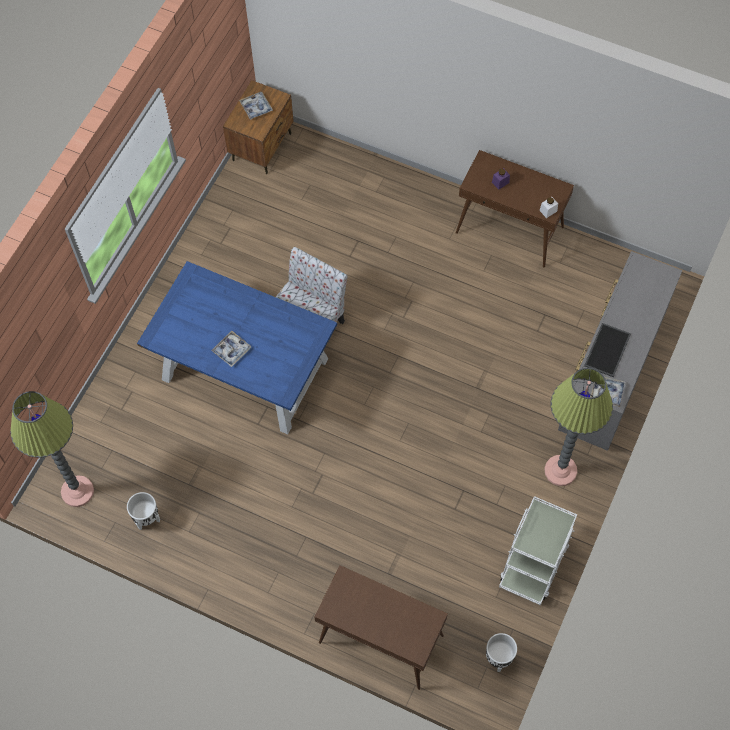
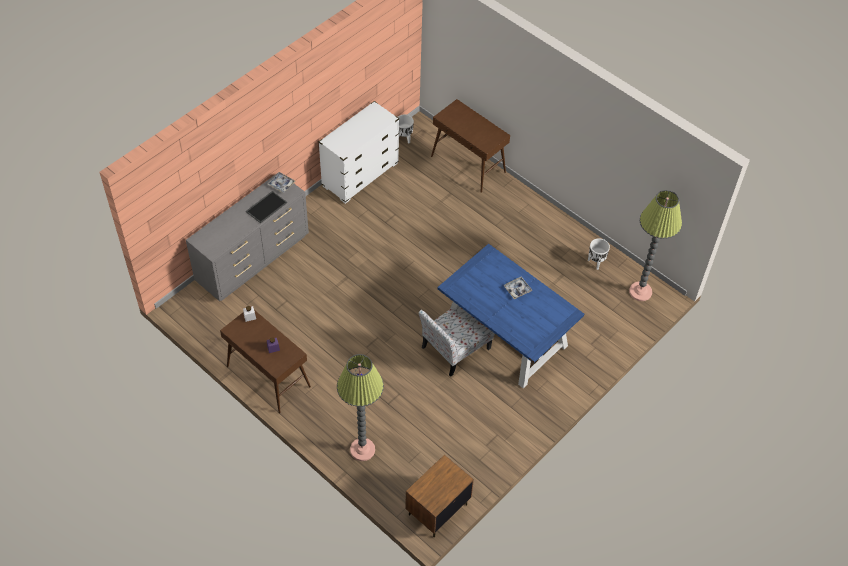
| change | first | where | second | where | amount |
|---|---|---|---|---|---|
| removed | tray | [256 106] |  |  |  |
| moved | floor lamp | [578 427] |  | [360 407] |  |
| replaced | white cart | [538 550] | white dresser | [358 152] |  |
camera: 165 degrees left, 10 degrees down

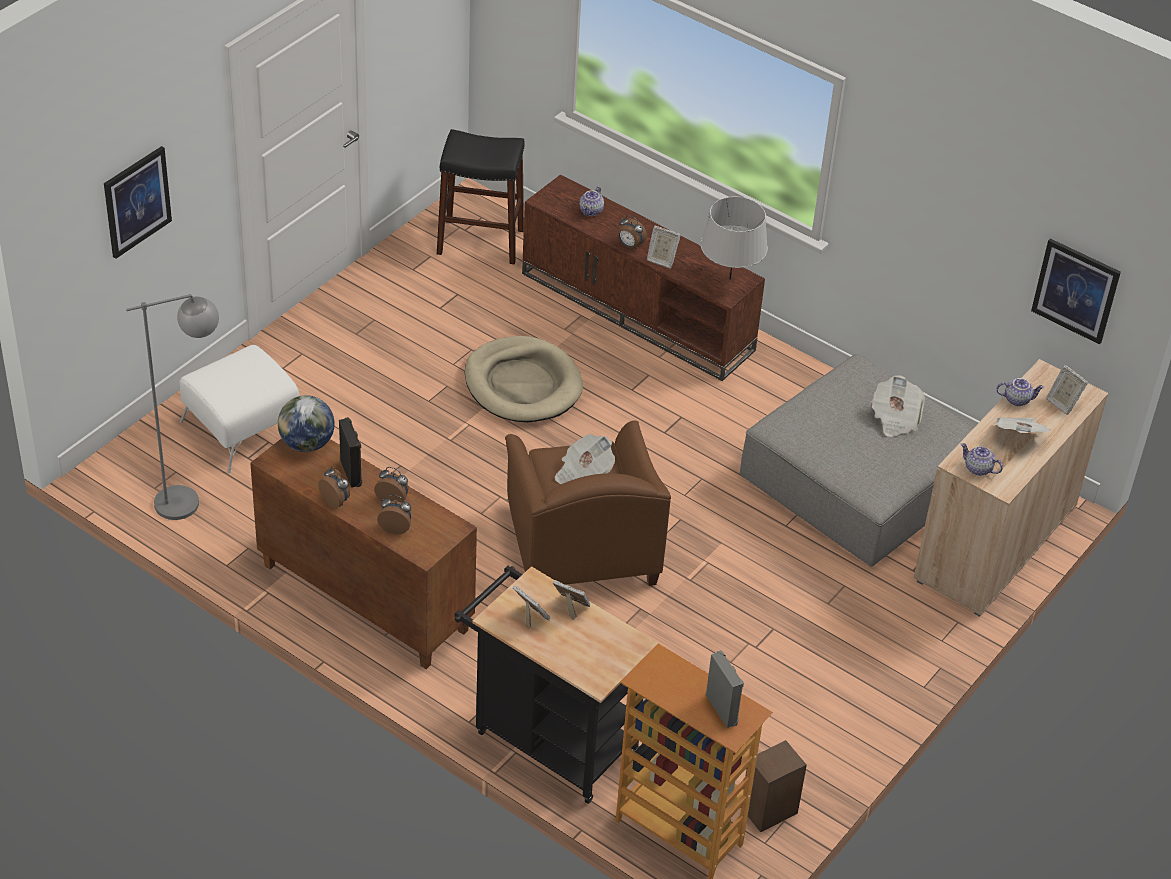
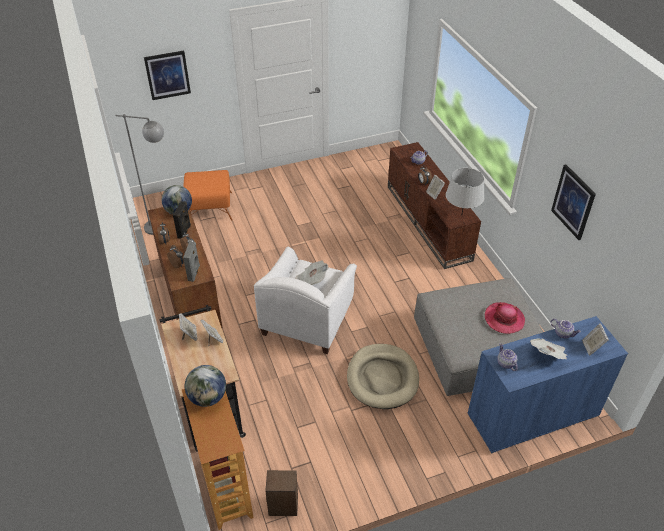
| change | first | where | second | where | amount |
|---|---|---|---|---|---|
| removed | black stool | [481 196] |  |  |  |
| moved | picture | [1076 291] |  | [573 202] |  |
| moved | beige dog bed | [524 379] |  | [383 376] |  |
| recoloured | white ottoman | [239 409] | orange ottoman | [207 195] |  |
| recoloured | beige cabinet | [1011 488] | blue cabinet | [548 385] |  |
| replaced | newspaper | [898 406] | hat | [505 318] |  |
| recoloured | brown armchair | [588 503] | white armchair | [305 300] |  |
| moved | grey speaker | [725 689] |  | [191 261] |  |
| added |  |  | globe | [205 386] |  |
camera: 35 degrees right, 0 degrees up

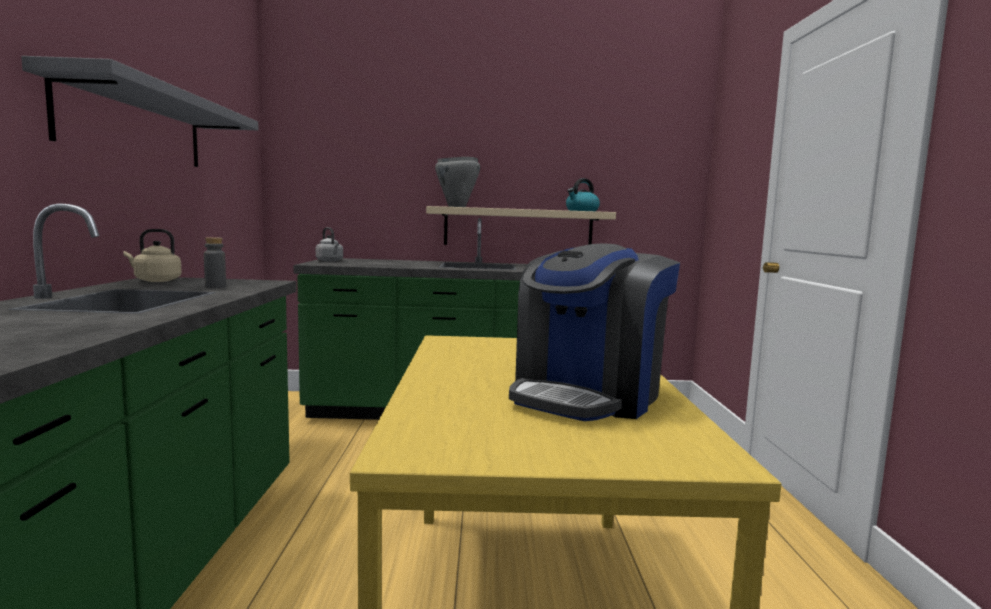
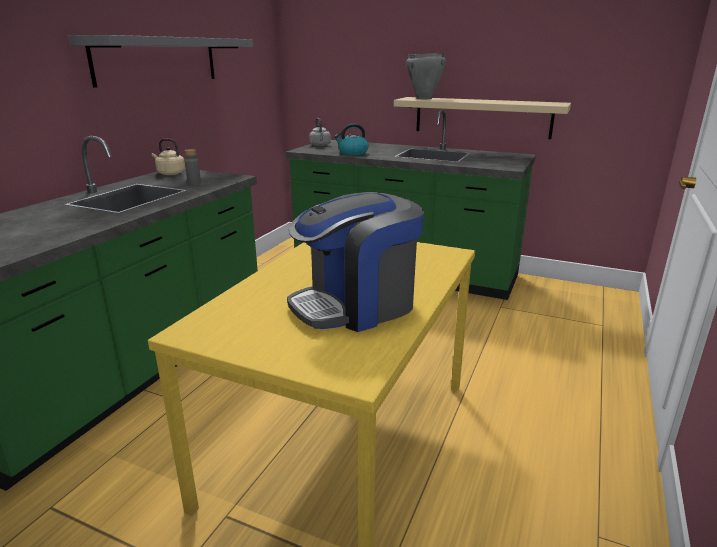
| change | first | where | second | where | amount |
|---|---|---|---|---|---|
| moved | kettle | [583 194] |  | [351 139] |  |
camera: 25 degrees right, 15 degrees up

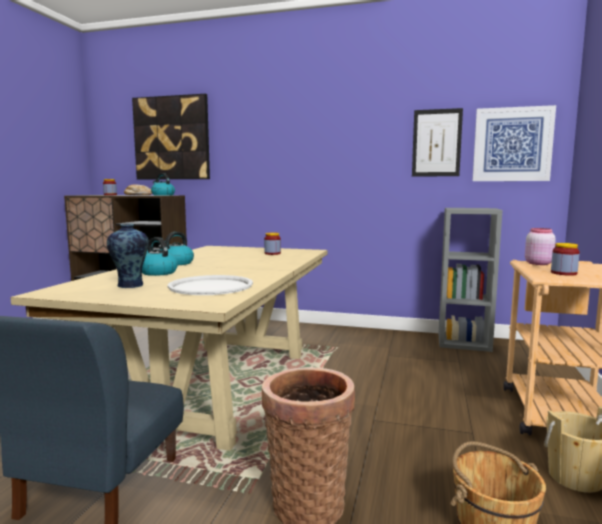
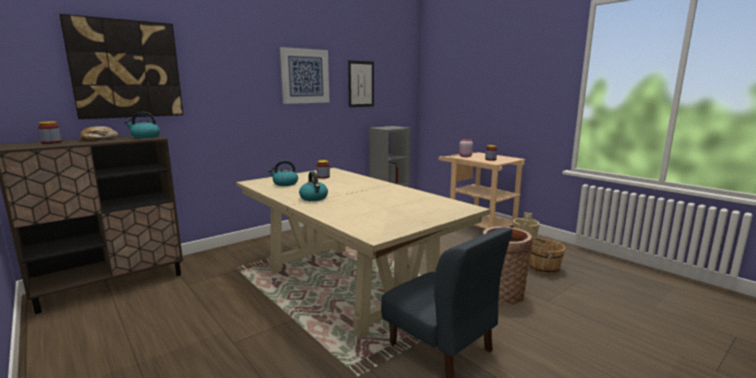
| change | first | where | second | where | amount |
|---|---|---|---|---|---|
| moved | picture | [514 143] |  | [304 75] |  |
| removed | vase | [128 256] |  |  |  |
| moved | kettle | [160 256] |  | [283 173] |  |
| removed | white tray | [210 285] |  |  |  |
camera: 55 degrees left, 5 degrees up

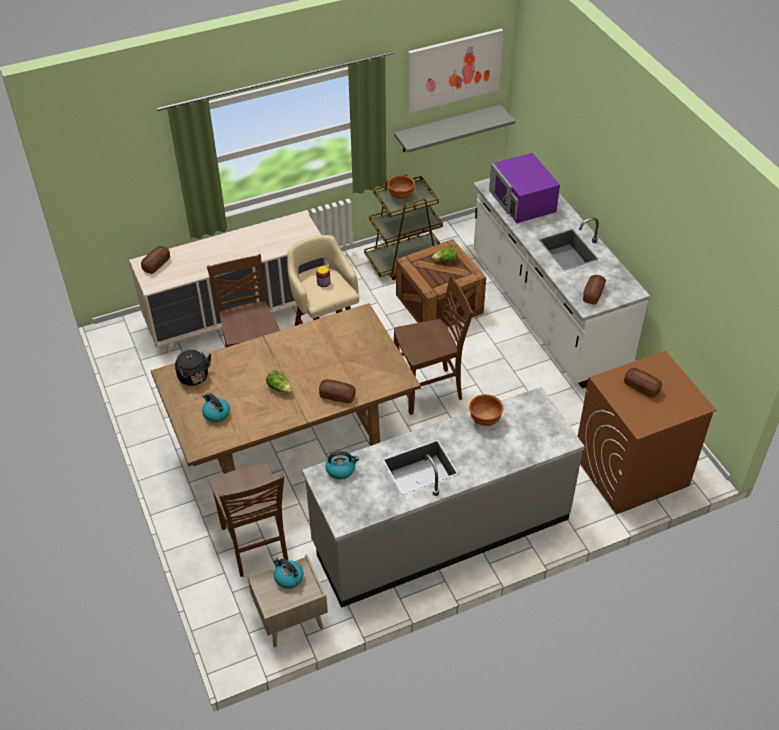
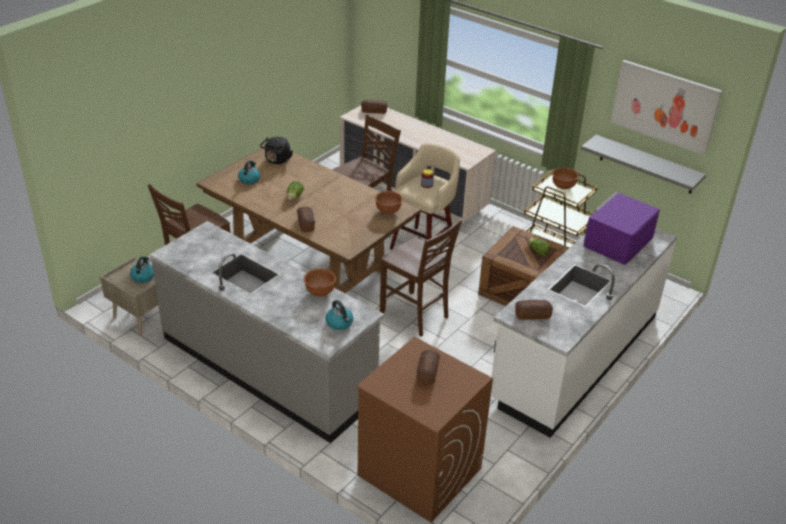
| change | first | where | second | where | amount |
|---|---|---|---|---|---|
| moved | kettle | [342 465] |  | [339 315] |  |
| added |  |  | brown bowl | [389 202] |  |
camera: 60 degrees right, 10 degrees down

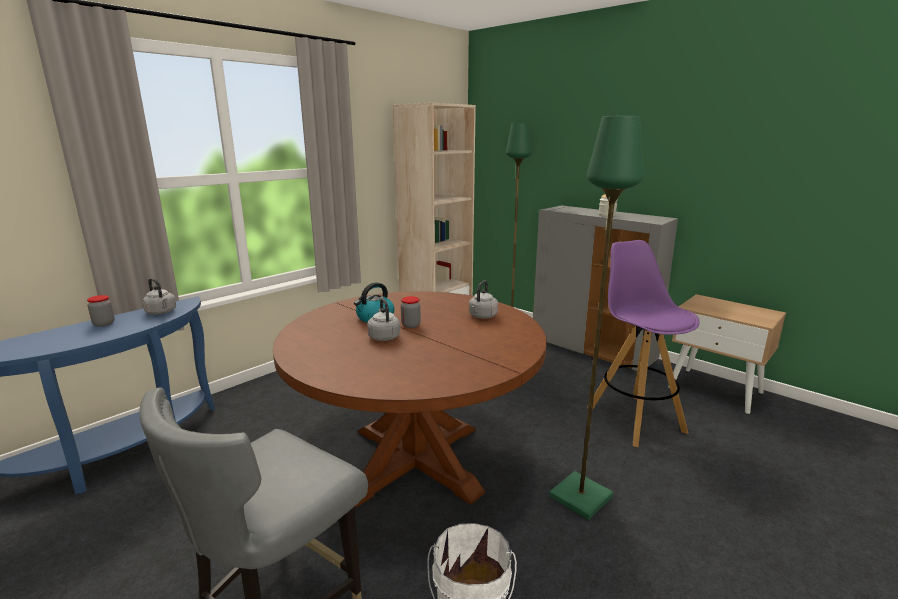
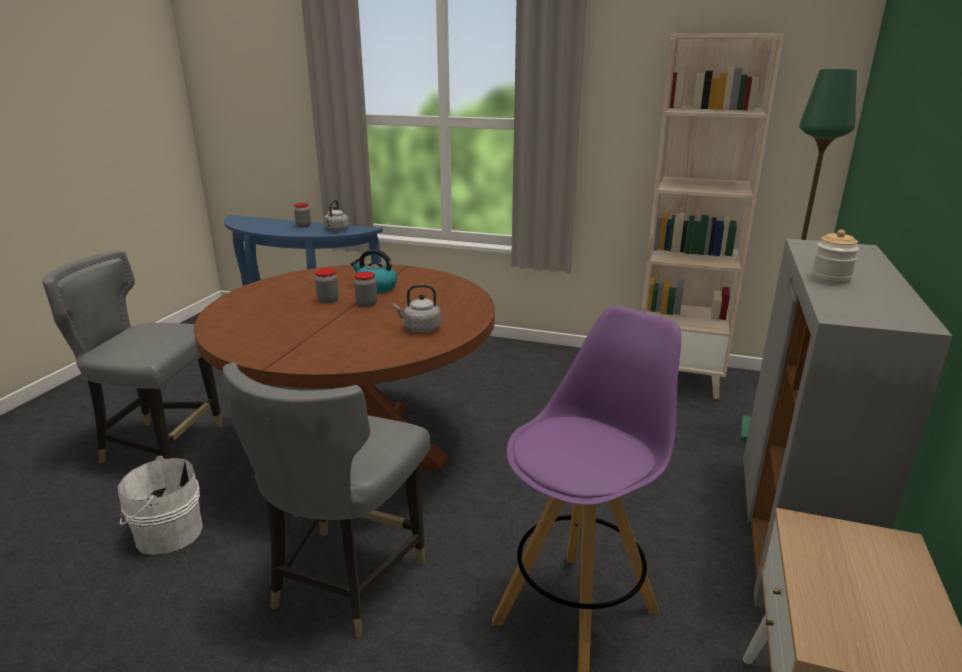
| change | first | where | second | where | amount |
|---|---|---|---|---|---|
| replaced | green floor lamp | [596 318] | grey chair | [326 500] |  |
| replaced | grey kettle | [383 319] | jar | [327 285] |  |
camera: 65 degrees right, 5 degrees up

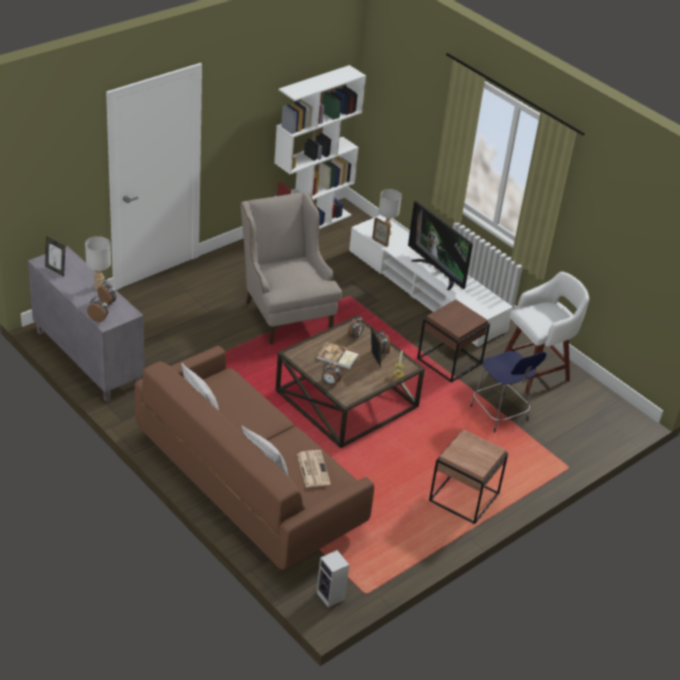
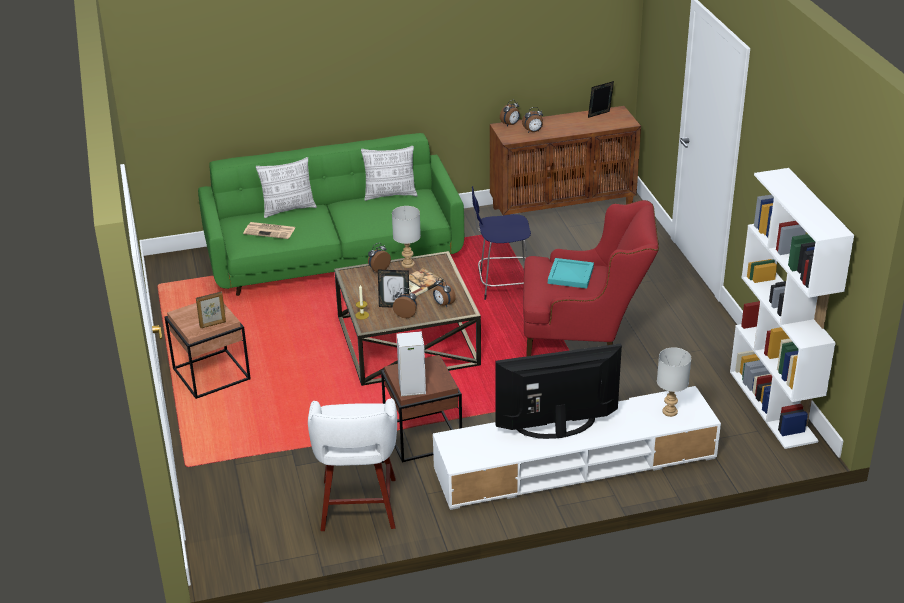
| change | first | where | second | where | amount |
|---|---|---|---|---|---|
| recoloured | beige armchair | [291 268] | red armchair | [591 278] |  |
| moved | picture frame | [381 232] |  | [211 310] |  |
| moved | grey table lamp | [98 263] |  | [406 237] |  |
| recoloured | grey cabinet | [86 324] | brown cabinet | [565 161] |  |
| recoloured | brown sofa | [254 457] | green sofa | [331 214] |  |
| moved | blue stool | [508 391] |  | [501 243] |  |
| moved | speaker | [332 579] |  | [411 363] |  |
| added |  |  | turquoise tray | [571 273] |  |
camera: 120 degrees right, 5 degrees down

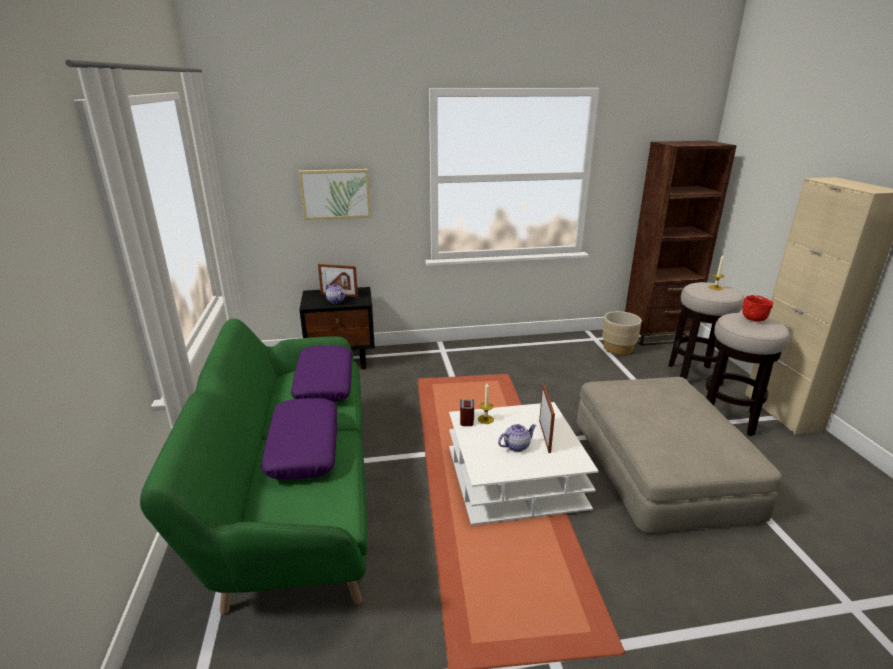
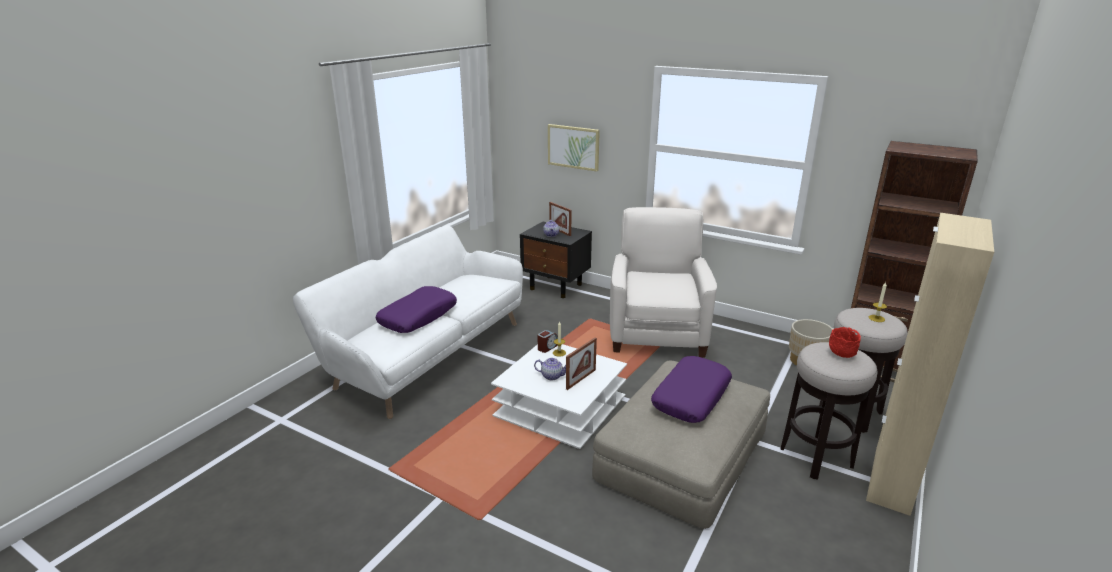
| change | first | where | second | where | amount |
|---|---|---|---|---|---|
| recoloured | green sofa | [254 466] | white sofa | [408 322] |  |
| moved | purple pillow | [321 373] |  | [691 389] |  |
| added |  |  | white armchair | [663 282] |  |
camera: 40 degrees right, 0 degrees up

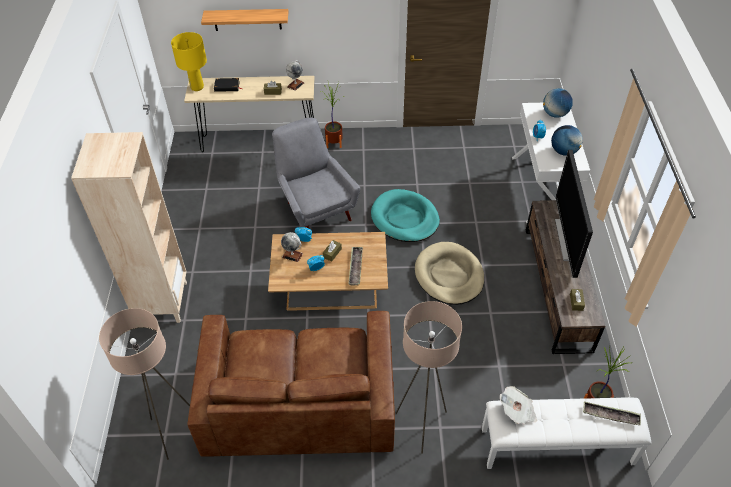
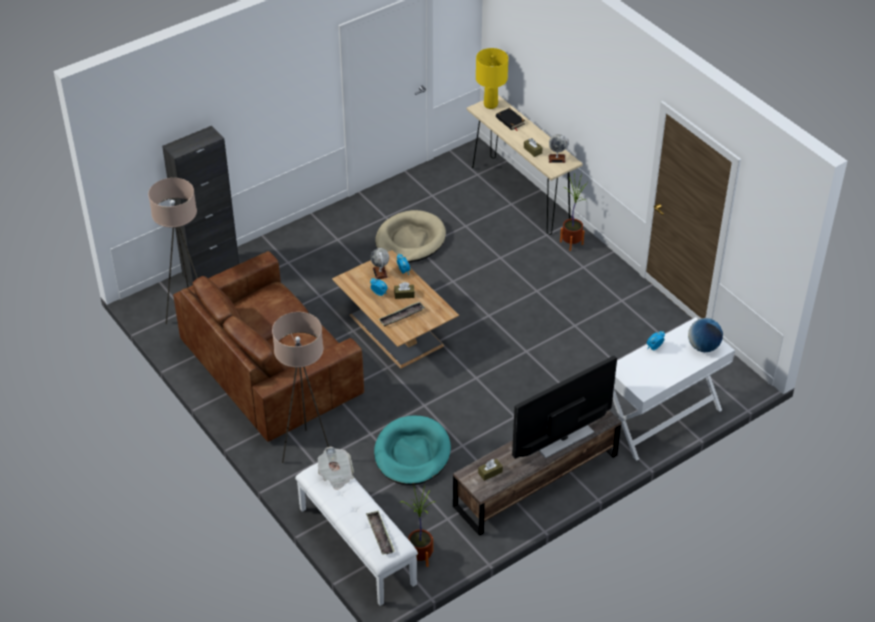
| change | first | where | second | where | amount |
|---|---|---|---|---|---|
| removed | shelf | [245 20] |  |  |  |
| removed | grey armchair | [316 173] |  |  |  |
| removed | globe | [567 140] |  |  |  |
| removed | beige bookcase | [129 227] |  |  |  |
| moved | turquoise dog bed | [405 215] |  | [412 450] |  |
| moved | beige dog bed | [449 273] |  | [410 236] |  |
| added |  |  | black cabinet | [200 206] |  |
camera: 55 degrees right, 5 degrees down

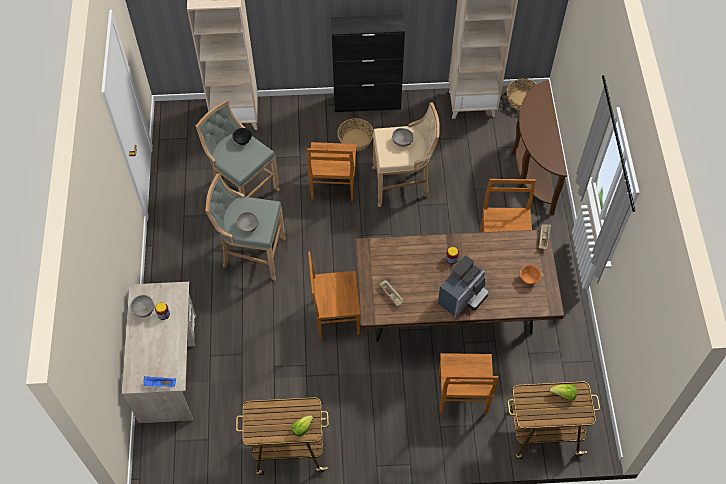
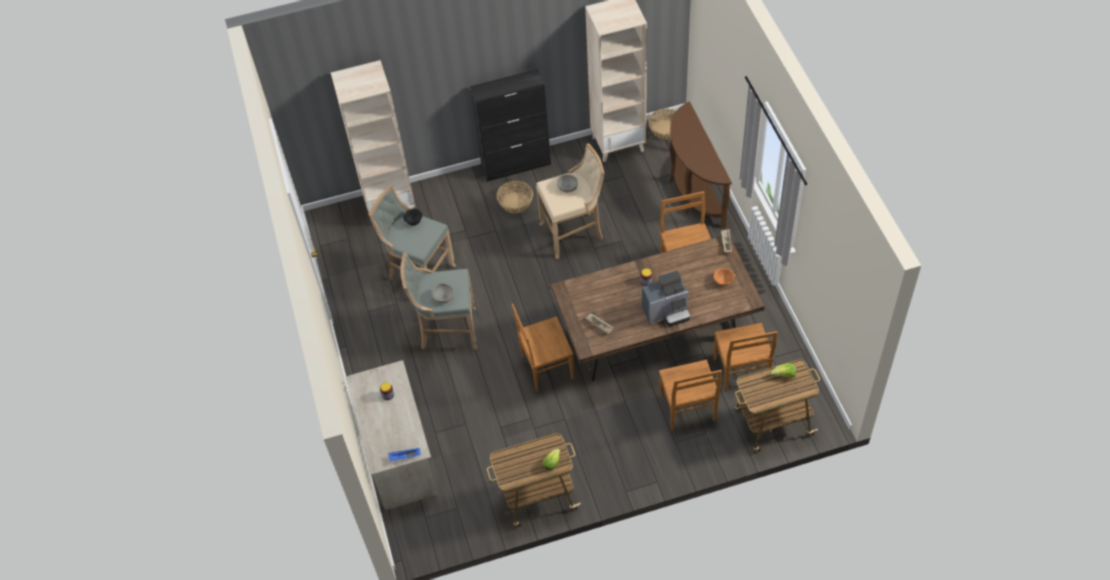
| change | first | where | second | where | amount |
|---|---|---|---|---|---|
| moved | brown chair | [331 171] |  | [746 357] |  |
| turned | coffee machine | [463 286] |  | [666 299] | 45 degrees clockwise |
| removed | grey bowl | [142 306] |  |  |  |
camera: 10 degrees left, 5 degrees down

